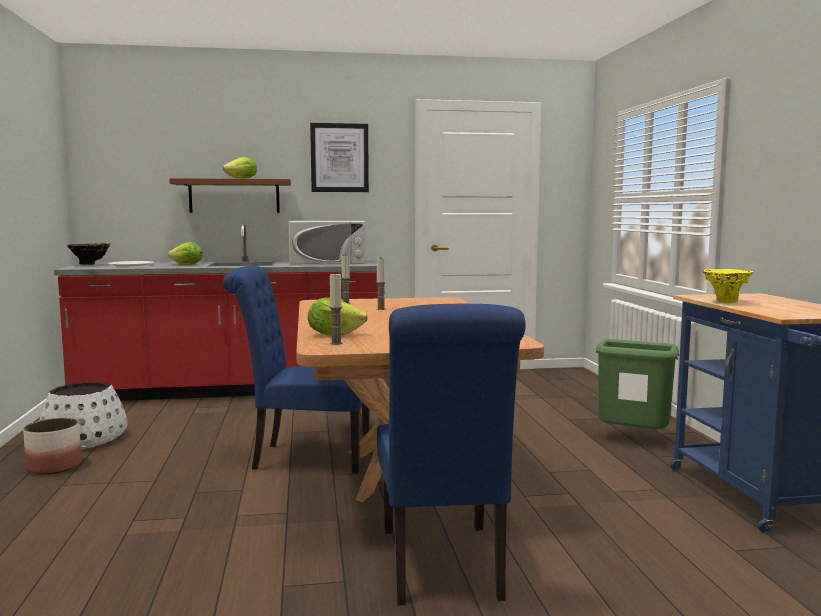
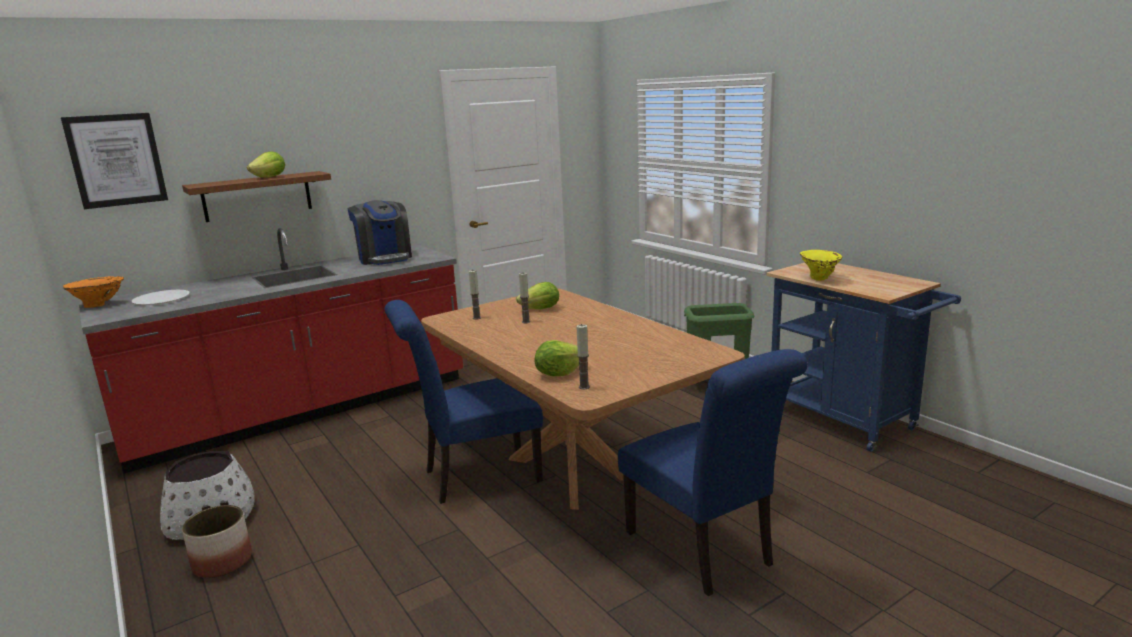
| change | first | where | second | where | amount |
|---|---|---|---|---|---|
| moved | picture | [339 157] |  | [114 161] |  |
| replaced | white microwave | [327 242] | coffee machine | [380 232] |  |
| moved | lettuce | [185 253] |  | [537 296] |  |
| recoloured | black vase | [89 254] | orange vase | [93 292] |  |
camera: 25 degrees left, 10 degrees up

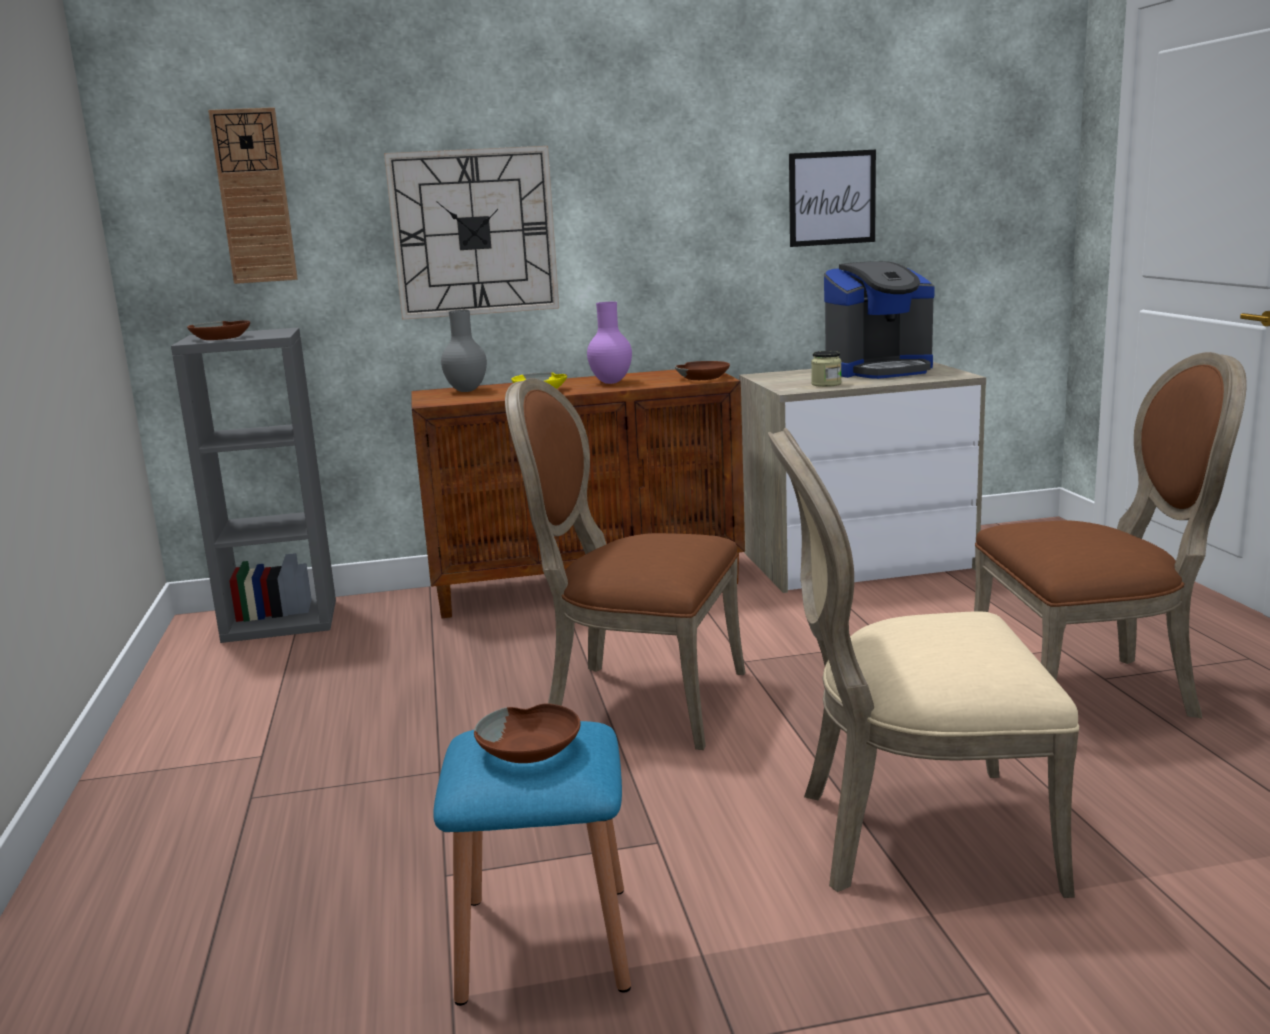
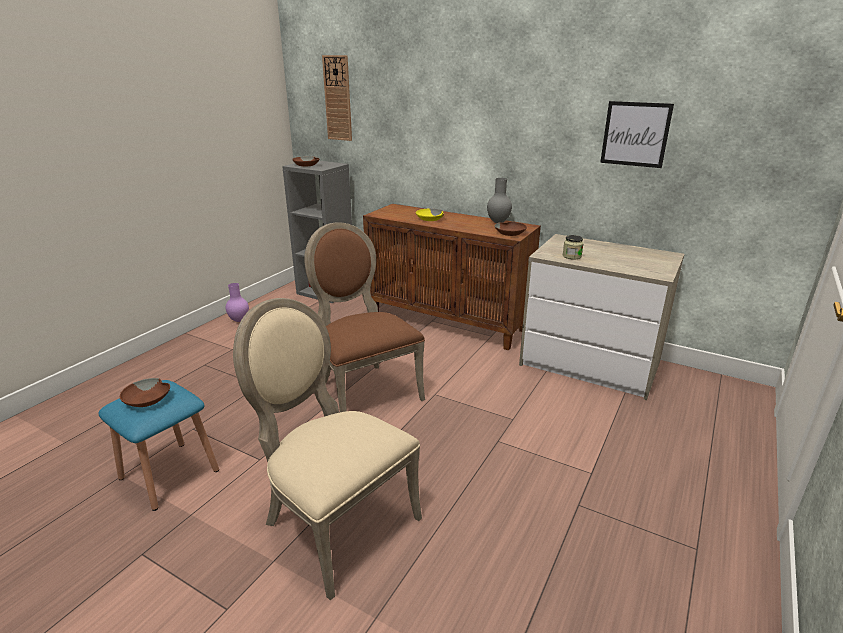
| change | first | where | second | where | amount |
|---|---|---|---|---|---|
| removed | wall clock | [471 233] |  |  |  |
| removed | coffee machine | [879 320] |  |  |  |
| moved | purple vase | [609 343] |  | [237 302] |  |
| moved | grey vase | [464 351] |  | [499 200] |  |
| removed | brown chair | [1110 535] |  |  |  |
camera: 40 degrees right, 10 degrees up

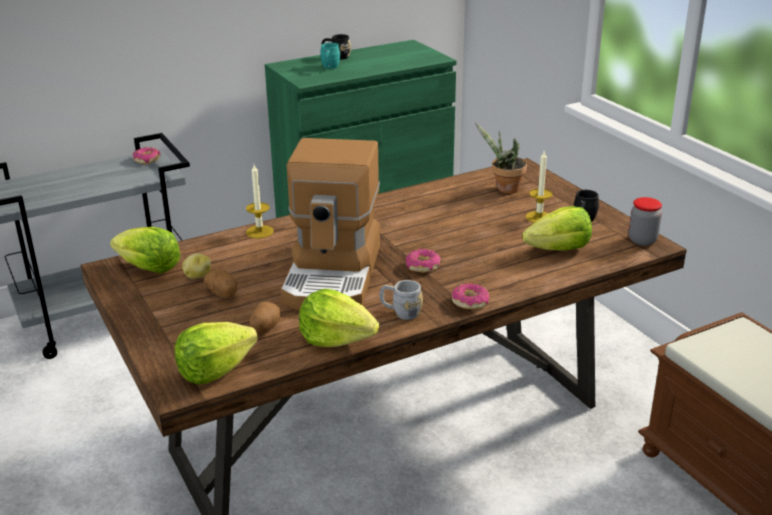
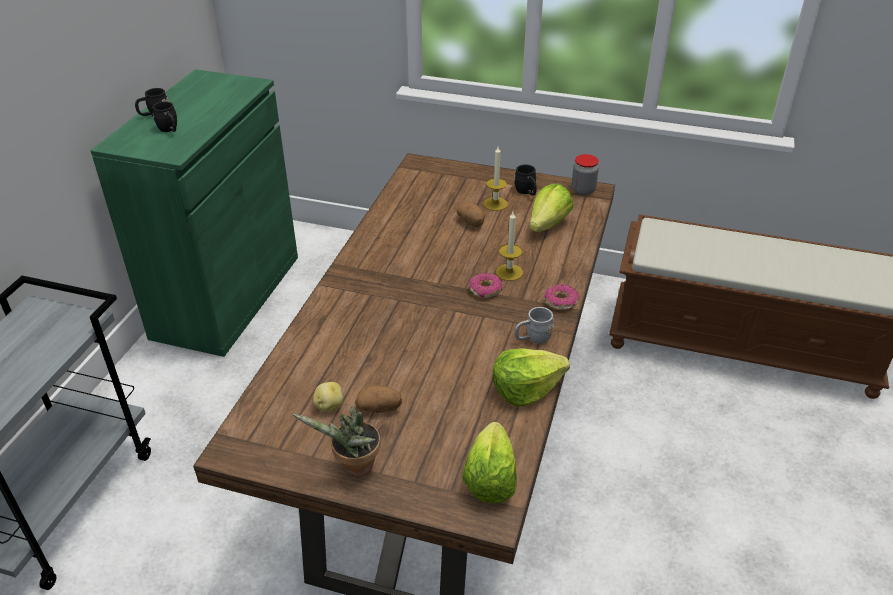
| change | first | where | second | where | amount |
|---|---|---|---|---|---|
| recoloured | turquoise mug | [330 56] | black mug | [164 116] |  |
| moved | potted plant | [501 158] |  | [336 441] |  |
| removed | coffee machine | [330 224] |  |  |  |
| removed | donut | [147 155] |  |  |  |
| moved | candle | [260 201] |  | [509 246] |  |
| removed | lettuce | [145 250] |  |  |  |
| moved | potato | [265 318] |  | [471 214] |  |
camera: 45 degrees left, 10 degrees up

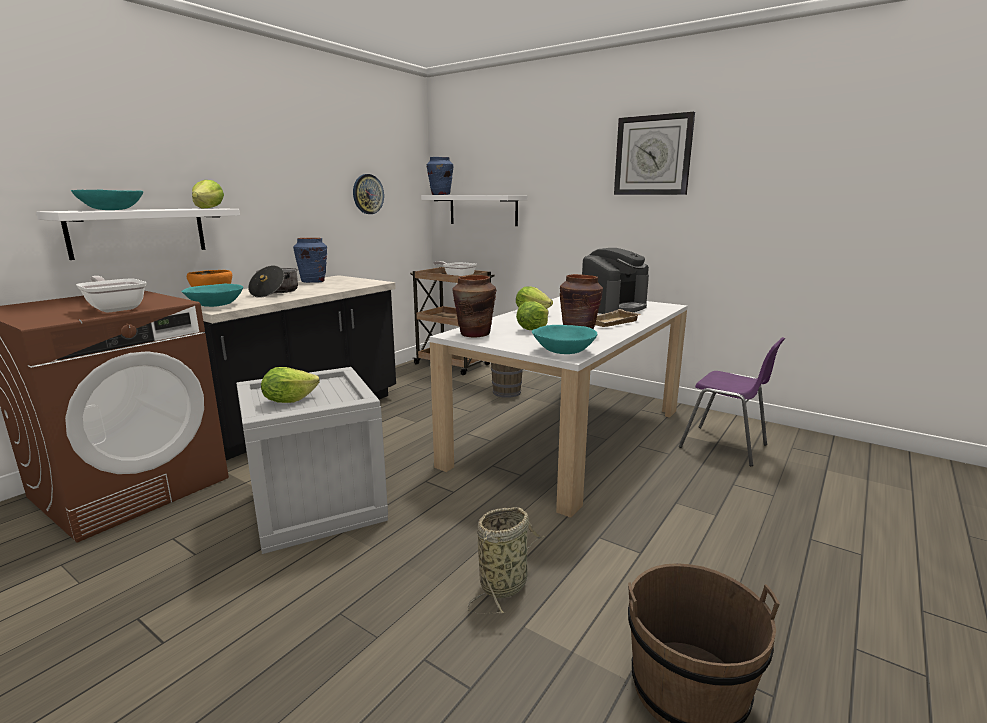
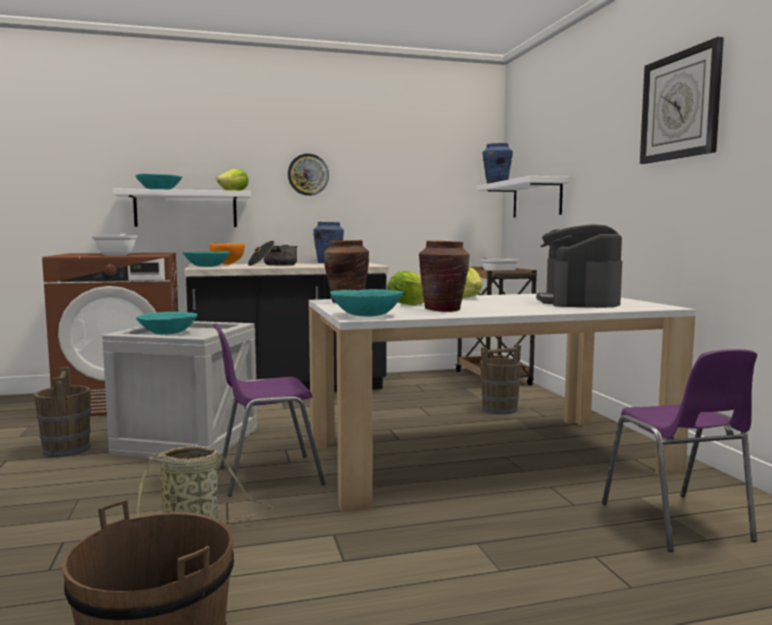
| change | first | where | second | where | amount |
|---|---|---|---|---|---|
| moved | wall clock | [368 194] |  | [308 175] |  |
| turned | coffee machine | [615 281] |  | [579 266] | 105 degrees clockwise |
| removed | beige tray | [618 318] |  |  |  |
| replaced | lettuce | [290 385] | turquoise bowl | [166 323] |  |
| added |  |  | purple chair | [269 410] |  |
| added |  |  | brown bucket | [62 412] |  |
camera: 40 degrees right, 10 degrees down

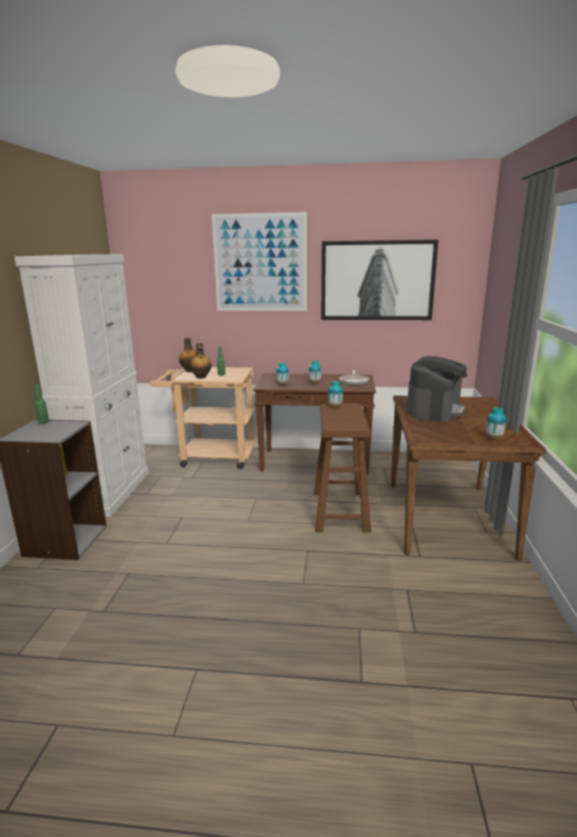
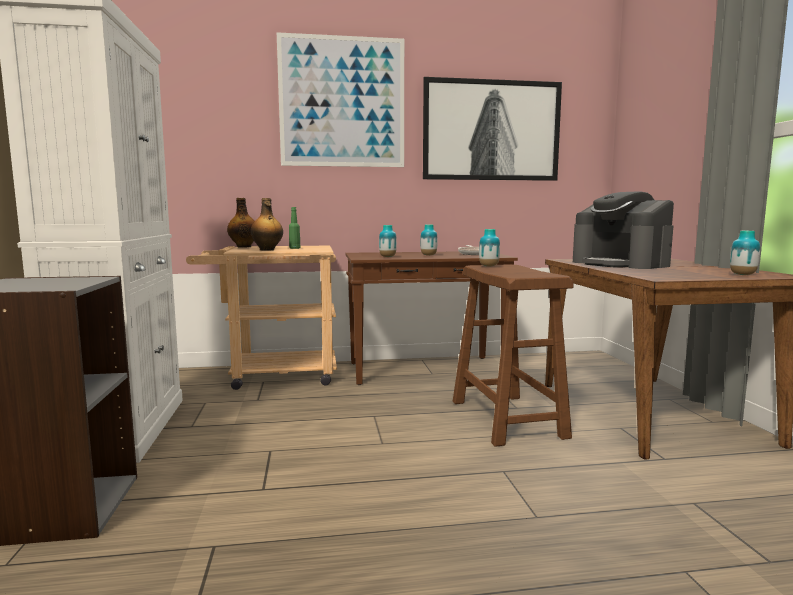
| change | first | where | second | where | amount |
|---|---|---|---|---|---|
| turned | coffee machine | [437 389] |  | [623 230] | 135 degrees clockwise |
| removed | green bottle | [41 404] |  |  |  |
camera: 15 degrees left, 10 degrees down

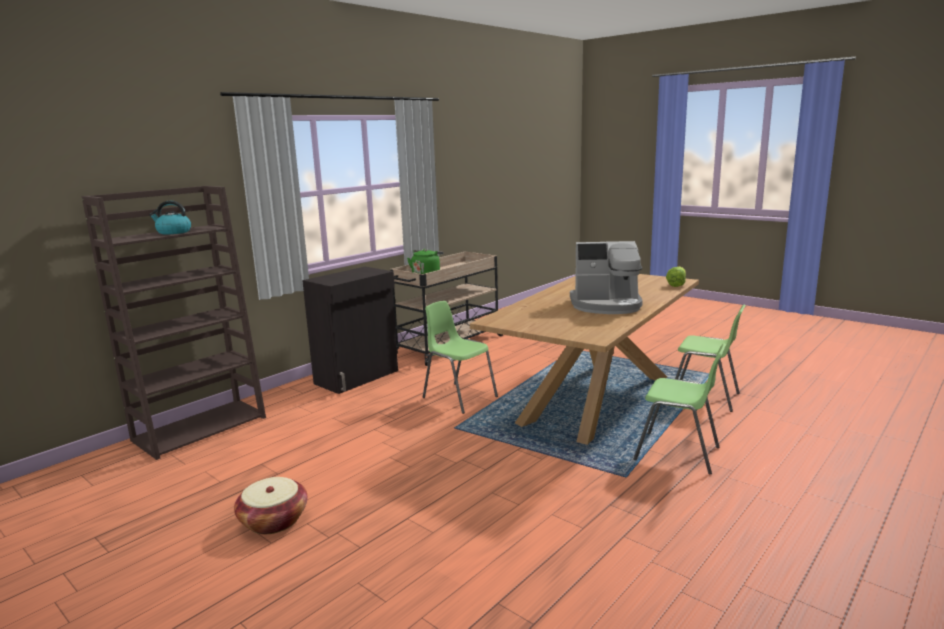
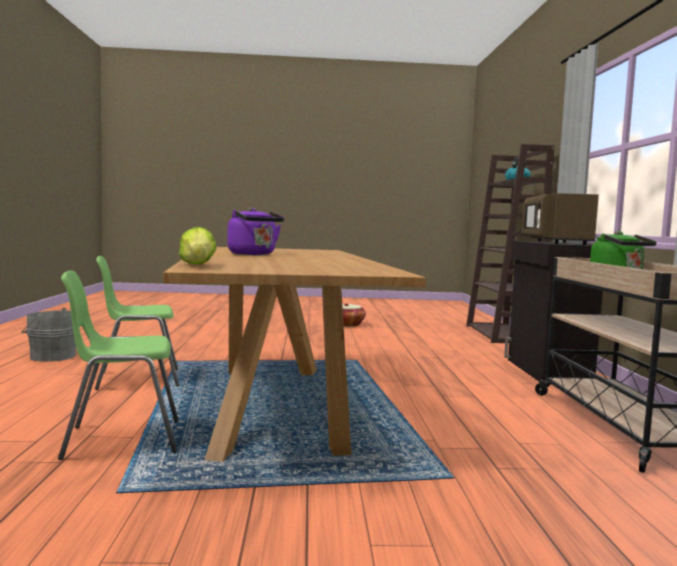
| change | first | where | second | where | amount |
|---|---|---|---|---|---|
| replaced | coffee machine | [606 277] | purple kettle | [255 231] |  |
| removed | green chair | [460 357] |  |  |  |
| added |  |  | brown microwave | [560 219] |  |
| added |  |  | grey bucket | [48 335] |  |
camera: 135 degrees right, 10 degrees down

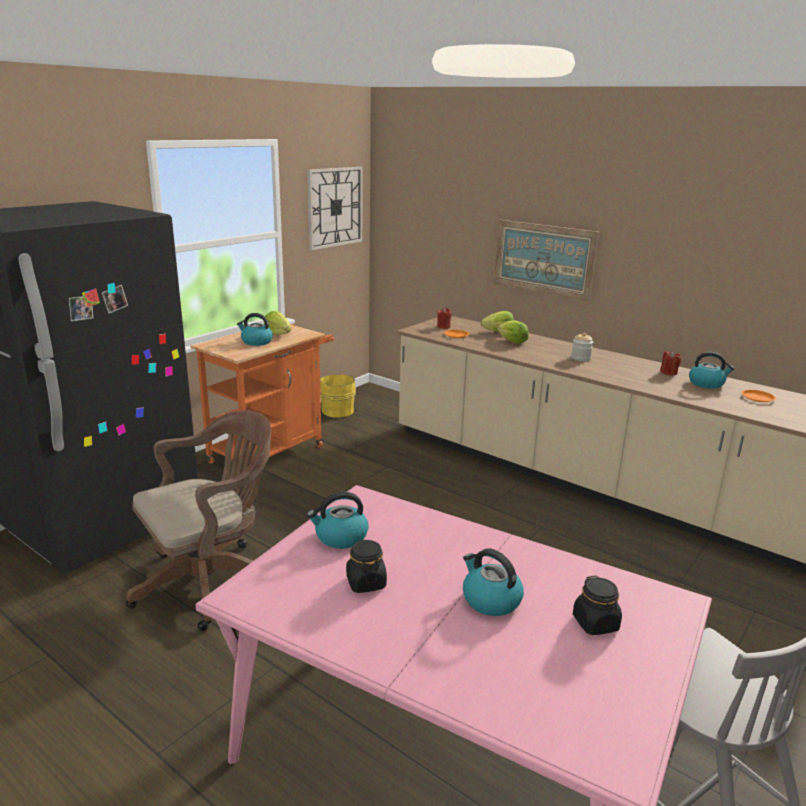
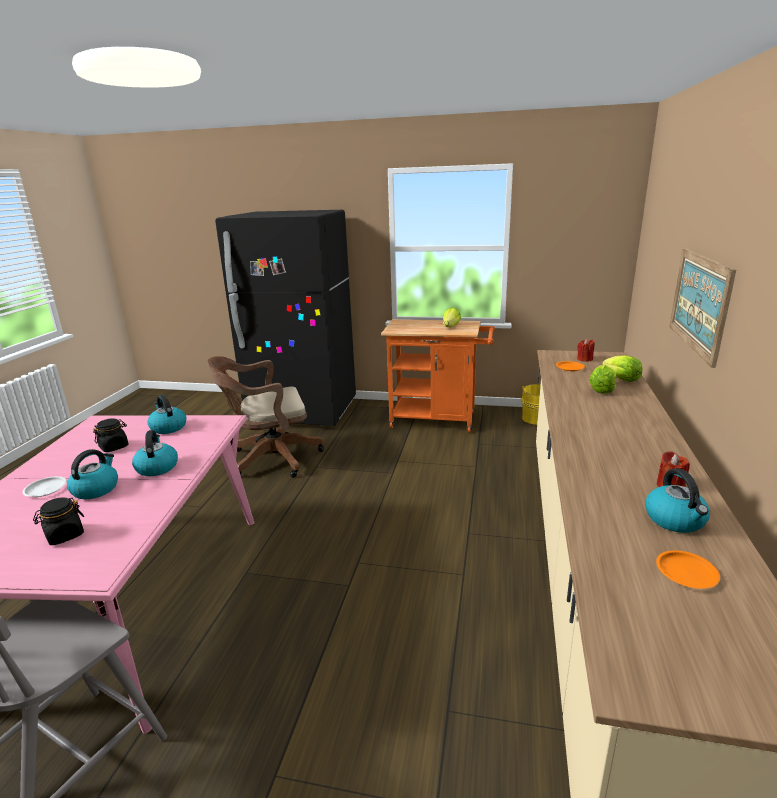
| change | first | where | second | where | amount |
|---|---|---|---|---|---|
| removed | wall clock | [335 208] |  |  |  |
| moved | kettle | [255 329] |  | [155 453] |  |
| removed | jar | [582 347] |  |  |  |
| turned | brown office chair | [198 520] |  | [265 417] | 135 degrees clockwise |
| added |  |  | white plate | [44 486] |  |
camera: 65 degrees right, 0 degrees up

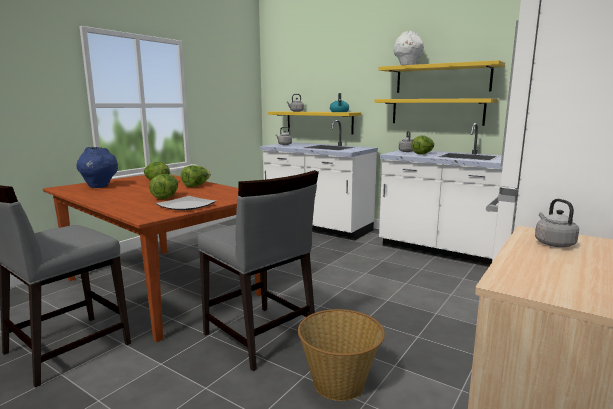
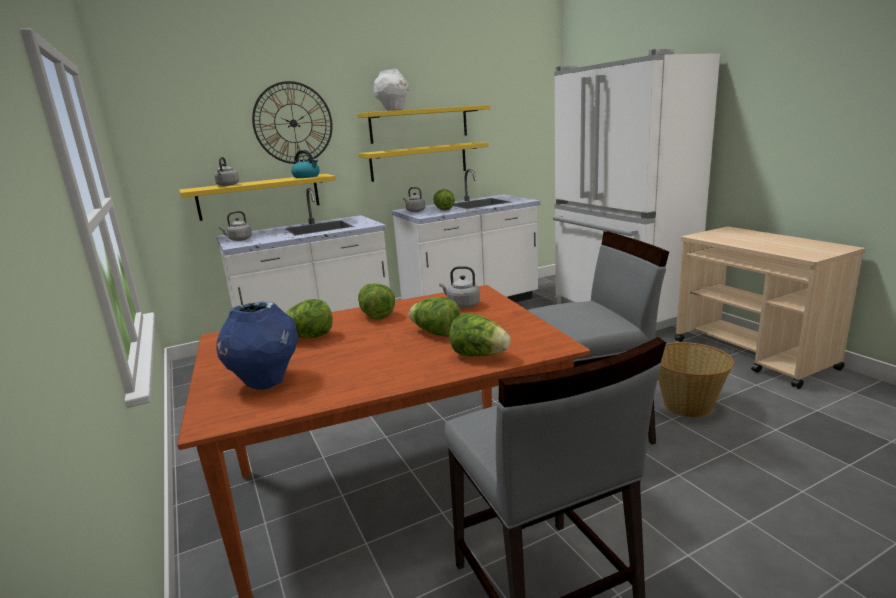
| change | first | where | second | where | amount |
|---|---|---|---|---|---|
| removed | plate | [186 203] |  |  |  |
| moved | grey kettle | [557 223] |  | [459 287] |  |
| added |  |  | wall clock | [292 122] |  |
| added |  |  | lettuce | [480 334] |  |
camera: 60 degrees left, 5 degrees up

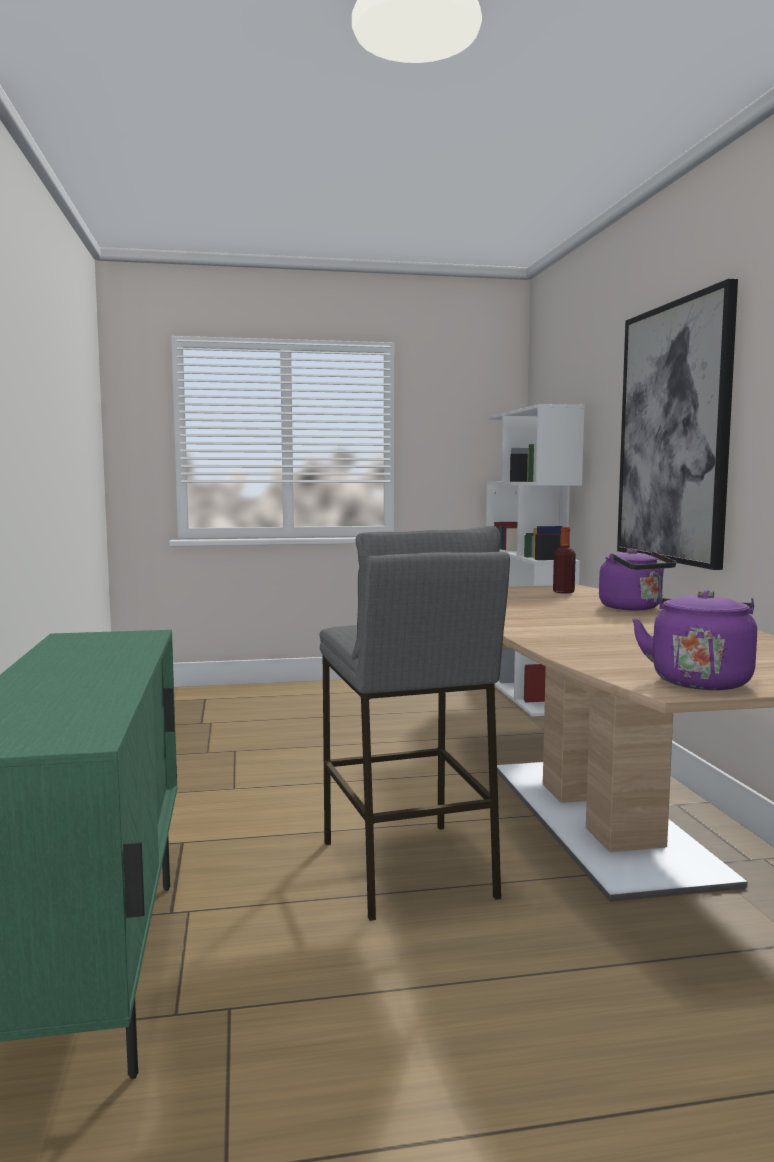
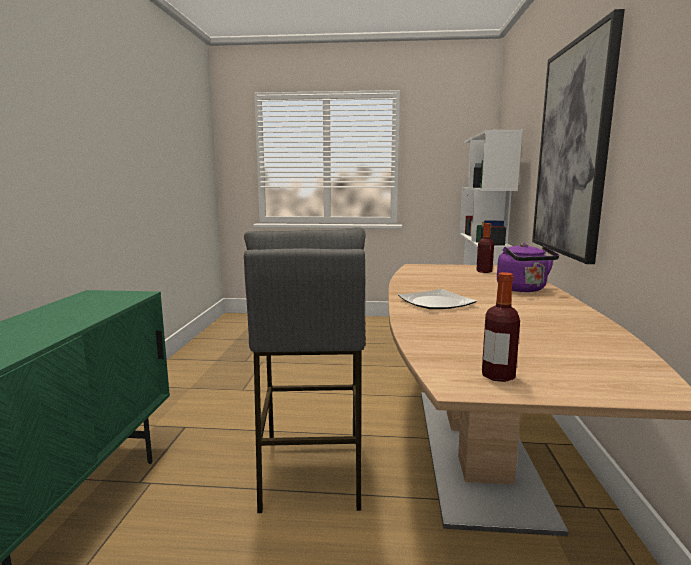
| change | first | where | second | where | amount |
|---|---|---|---|---|---|
| replaced | purple kettle | [694 640] | bottle | [501 327] |  |
| added |  |  | plate | [437 299] |  |
camera: 15 degrees right, 5 degrees up

